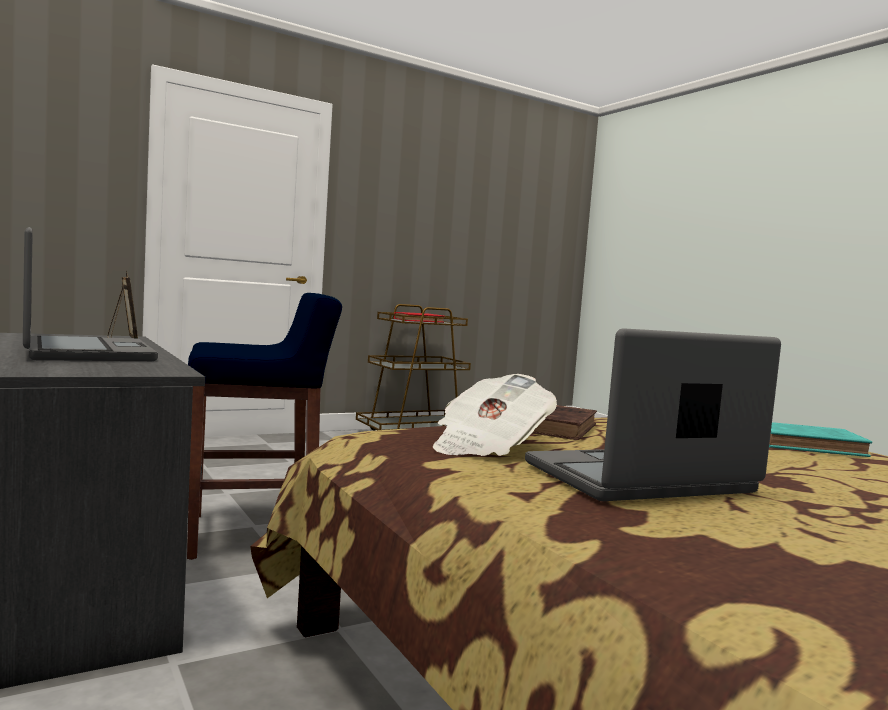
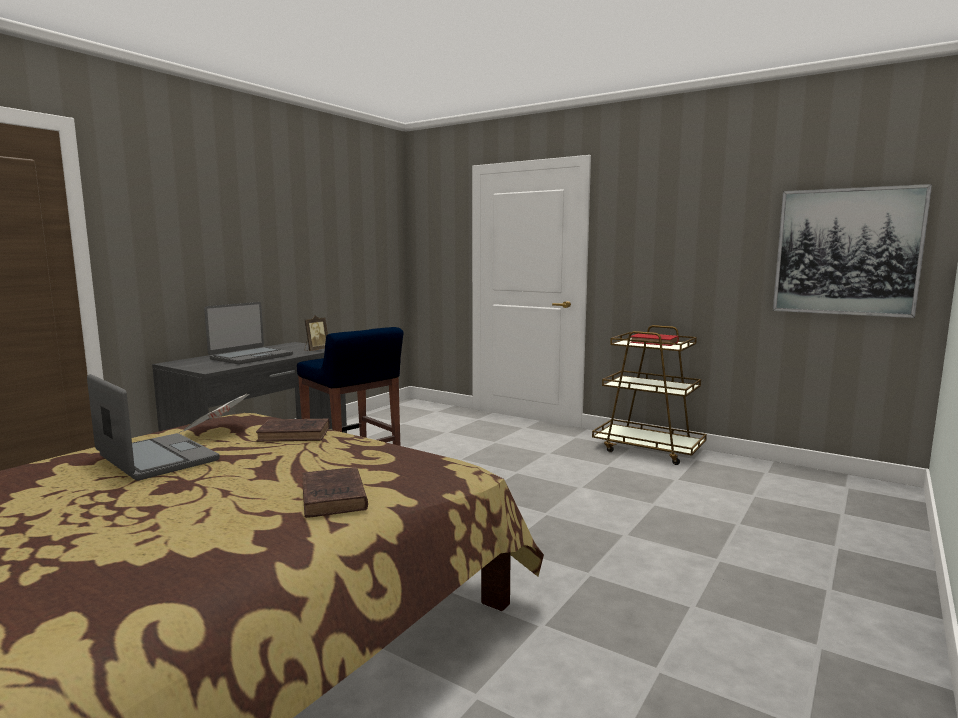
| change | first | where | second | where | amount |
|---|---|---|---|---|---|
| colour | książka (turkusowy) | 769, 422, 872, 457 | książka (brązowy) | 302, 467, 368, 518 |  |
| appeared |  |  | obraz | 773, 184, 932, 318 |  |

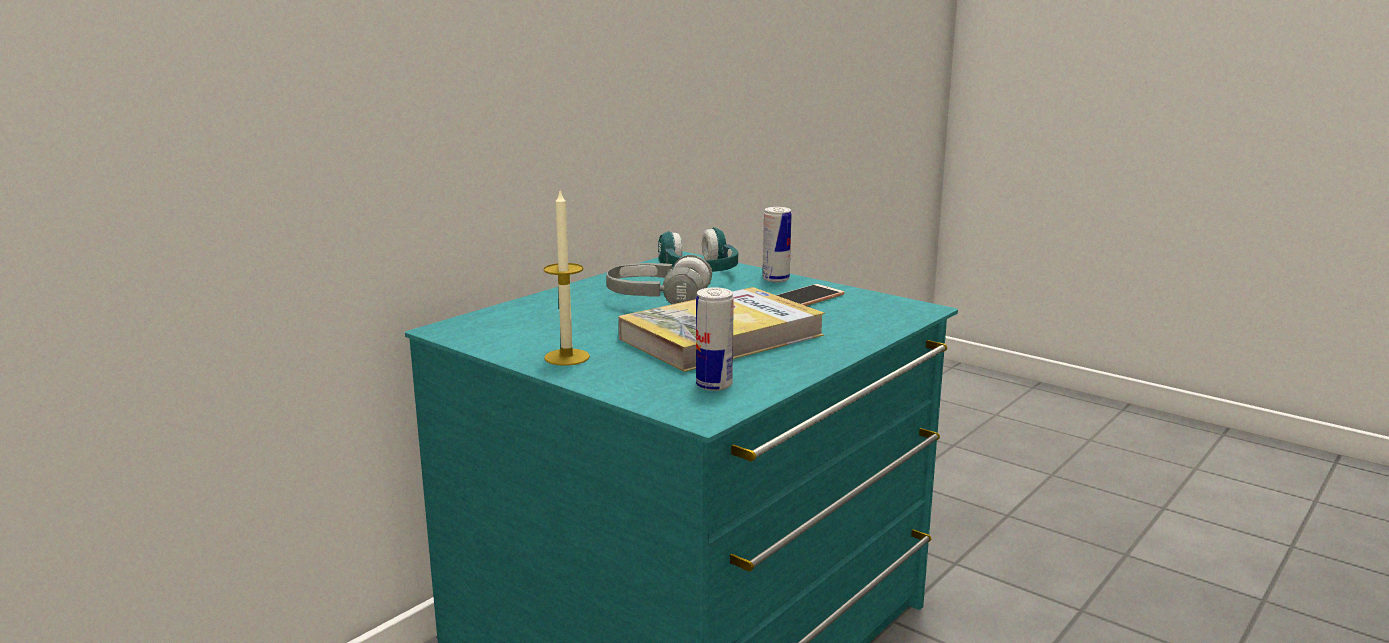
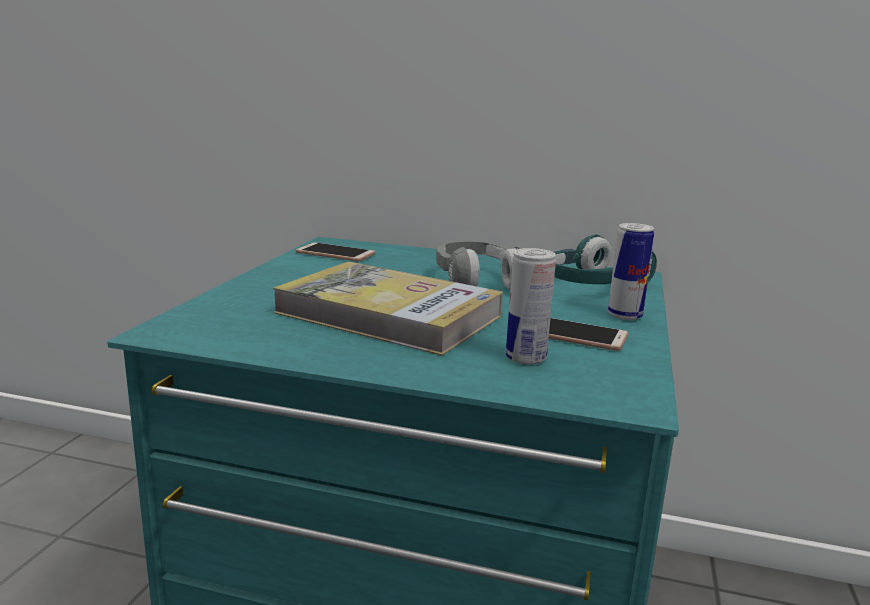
| change | first | where | second | where | amount |
|---|---|---|---|---|---|
| missing | świeca | 543, 189, 590, 366 |  |  |  |
| relocated | puszka | 696, 287, 734, 391 |  | 506, 248, 556, 365 |  |
| appeared |  |  | telefon | 296, 242, 376, 261 |  |

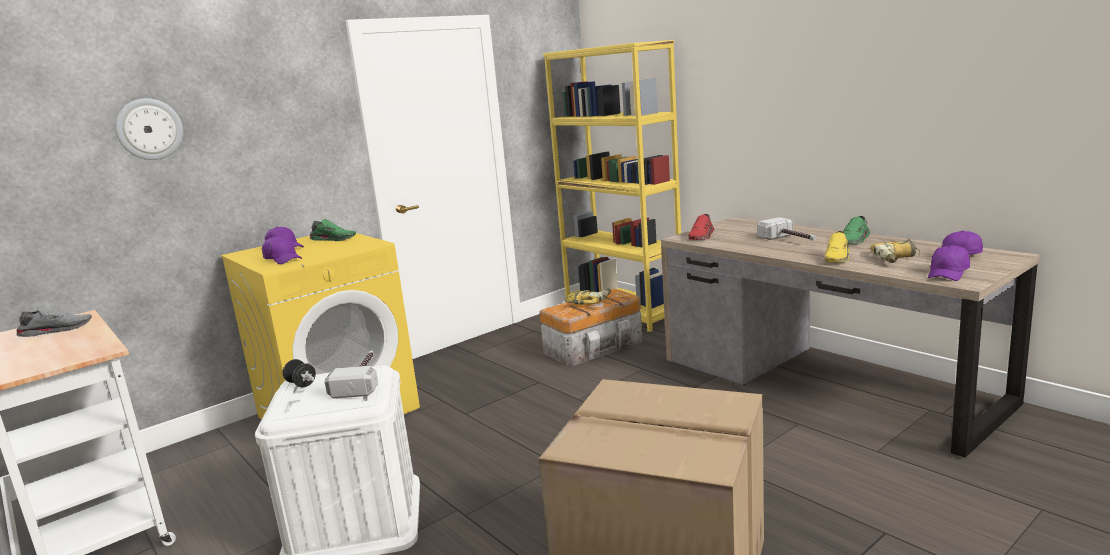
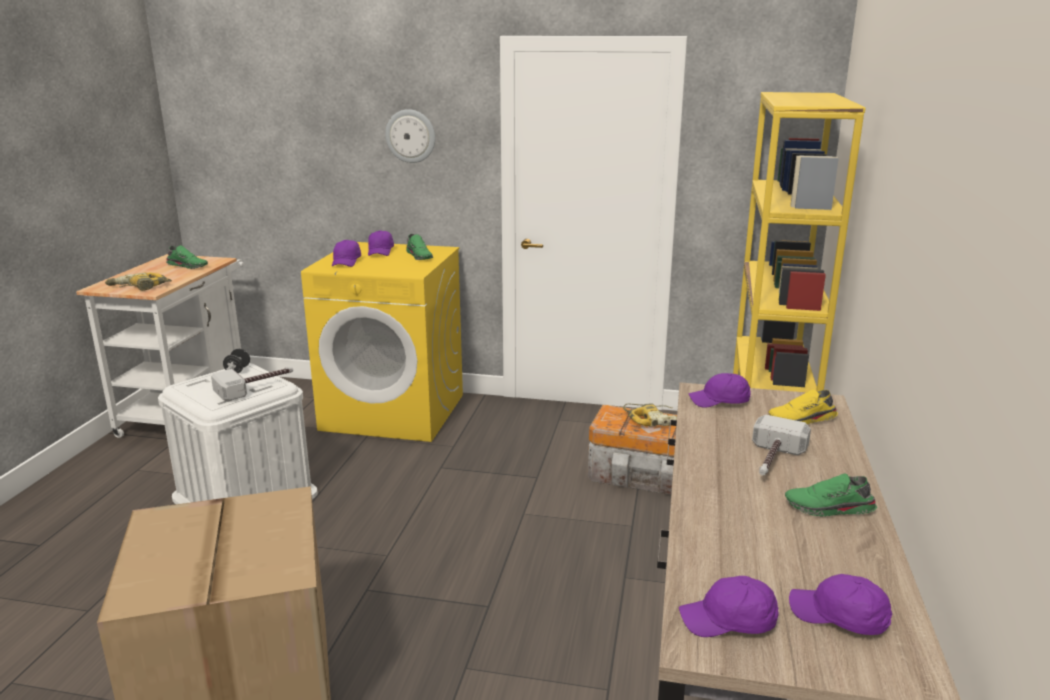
| change | first | where | second | where | amount |
|---|---|---|---|---|---|
| colour | but (szary) | 16, 306, 92, 337 | but (zielony) | 166, 245, 208, 269 |  |
| relocated | zegar ścienny | 115, 98, 183, 160 |  | 385, 109, 435, 163 |  |
| exchanged | but (czerwony) | 688, 214, 714, 240 | czapka z daszkiem (fioletowy) | 689, 373, 751, 408 |  |
| relocated | but (żółty) | 825, 231, 850, 263 |  | 768, 390, 838, 424 |  |
| relocated | wiertarka | 871, 239, 921, 263 |  | 105, 272, 172, 291 |  |

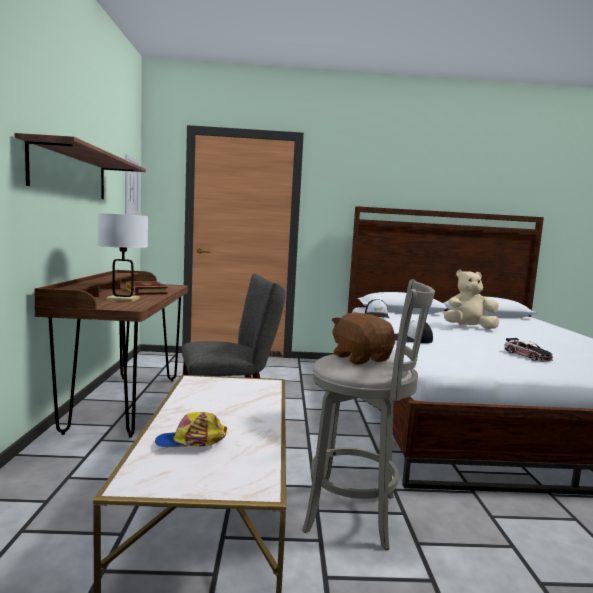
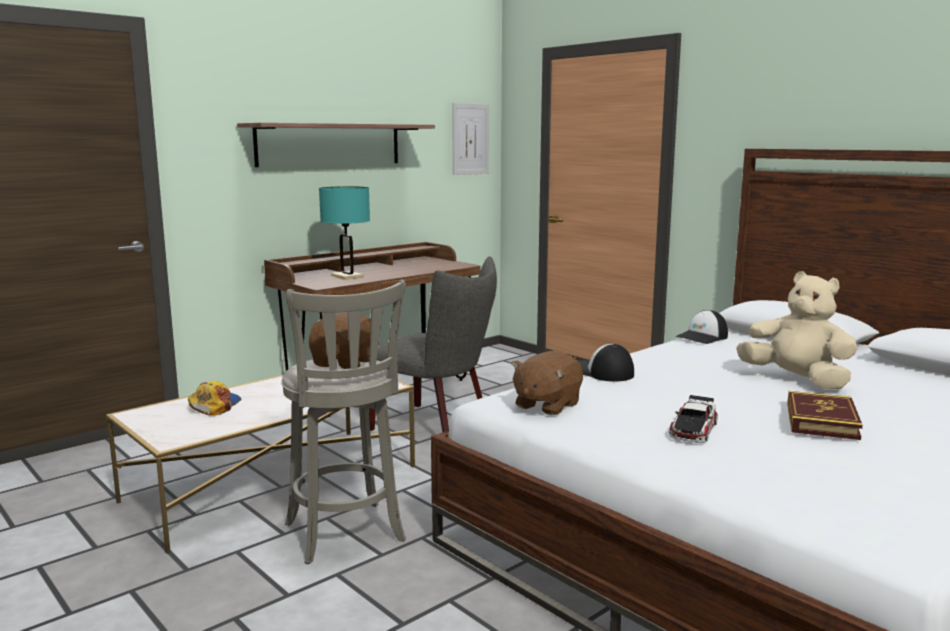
| change | first | where | second | where | amount |
|---|---|---|---|---|---|
| colour | lampa stołowa (biały) | 98, 213, 148, 302 | lampa stołowa (turkusowy) | 319, 186, 370, 280 |  |
| relocated | książka | 126, 281, 168, 295 |  | 787, 391, 863, 440 |  |
| spun | czapka z daszkiem | 155, 412, 227, 447 |  | 188, 381, 241, 416 | 60 degrees clockwise |
| appeared |  |  | pluszak (brązowy) | 511, 351, 583, 415 |  |

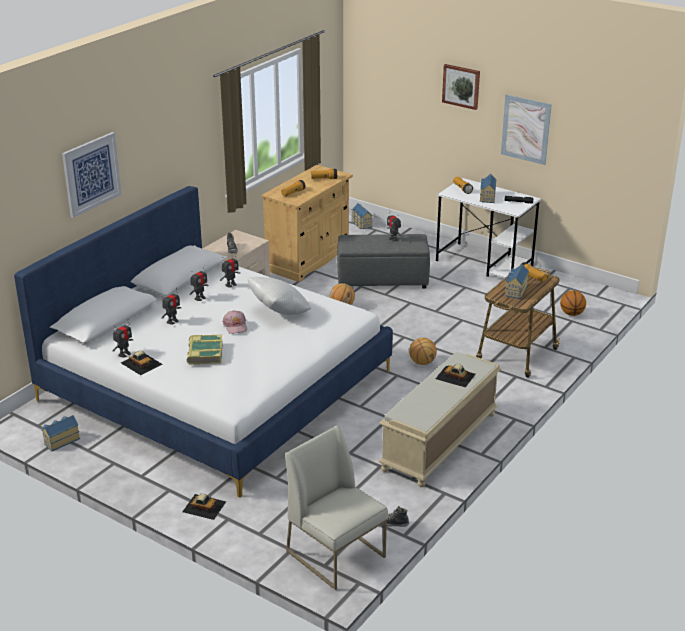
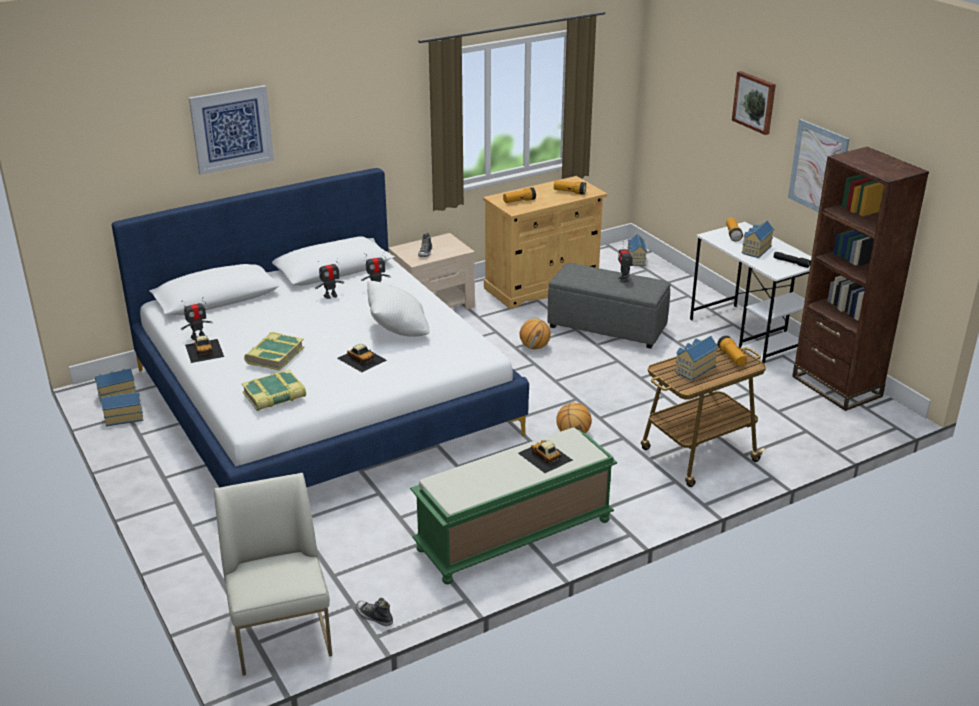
| change | first | where | second | where | amount |
|---|---|---|---|---|---|
| missing | robot zabawkowy | 161, 288, 181, 325 |  |  |  |
| relocated | samochodzik | 182, 494, 226, 520 |  | 337, 344, 387, 372 |  |
| missing | czapka z daszkiem (różowy) | 222, 310, 247, 334 |  |  |  |
| colour | ławka (beżowy) | 378, 352, 501, 487 | ławka (zielony) | 410, 428, 617, 584 |  |
| missing | piłka do koszykówki | 560, 290, 586, 316 |  |  |  |
| appeared |  |  | domek | 95, 368, 136, 404 |  |
| appeared |  |  | książka | 241, 370, 306, 411 |  |
| appeared |  |  | regał (brązowy) | 792, 147, 929, 411 |  |

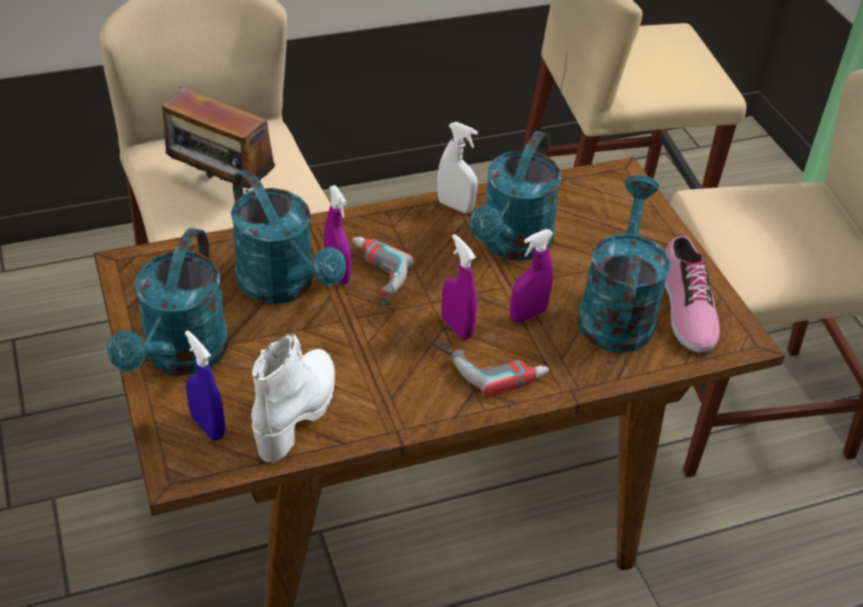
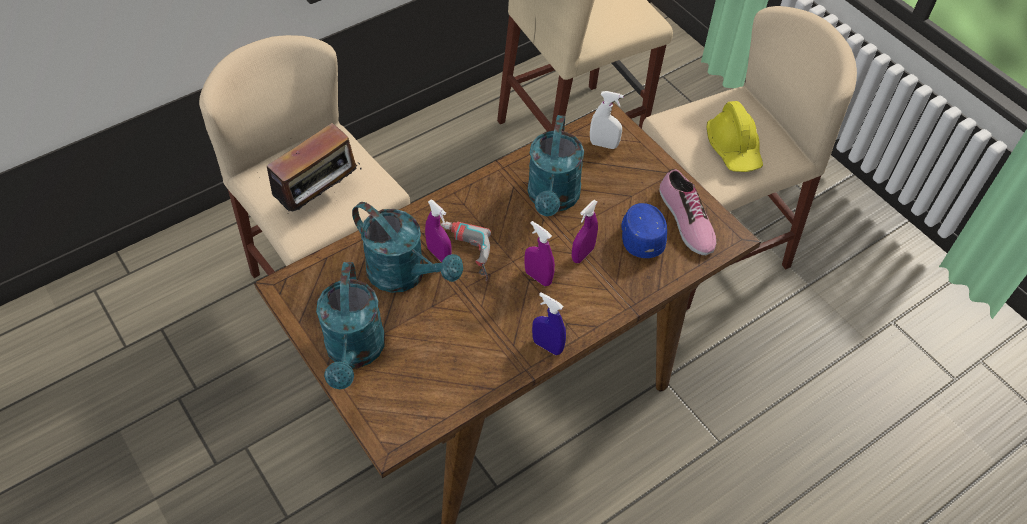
| change | first | where | second | where | amount |
|---|---|---|---|---|---|
| spun | radio | 162, 87, 275, 192 |  | 257, 123, 361, 214 | 60 degrees counterclockwise |
| relocated | spryskiwacz (niebieski) | 185, 330, 225, 441 |  | 532, 292, 566, 355 |  |
| missing | but z cholewką (biały) | 251, 334, 335, 463 |  |  |  |
| missing | wiertarka | 430, 340, 549, 398 |  |  |  |
| relocated | spryskiwacz (biały) | 437, 122, 478, 213 |  | 590, 91, 624, 149 |  |
| exchanged | konewka (turkusowy) | 577, 175, 671, 353 | czapka z daszkiem (niebieski) | 621, 203, 667, 258 |  |
| appeared |  |  | kask (żółty) | 706, 101, 763, 172 |  |

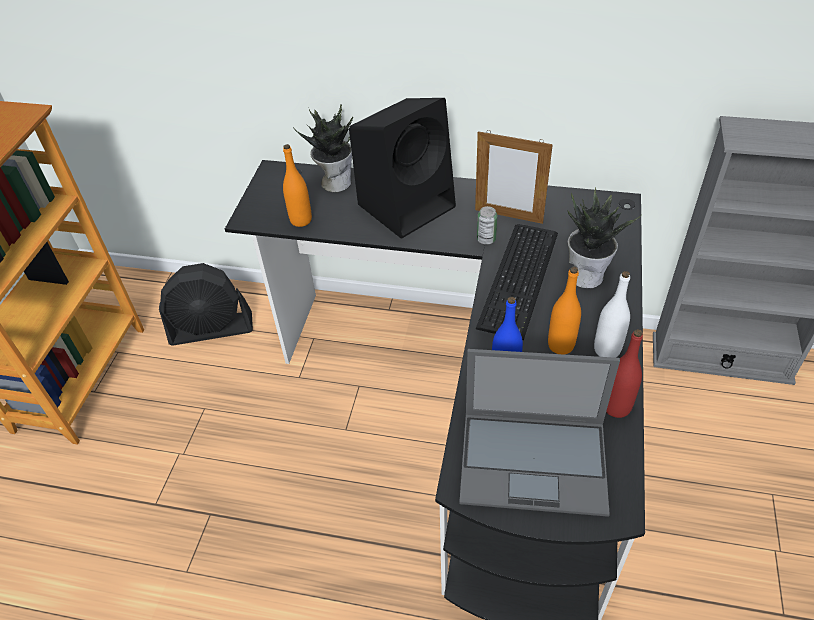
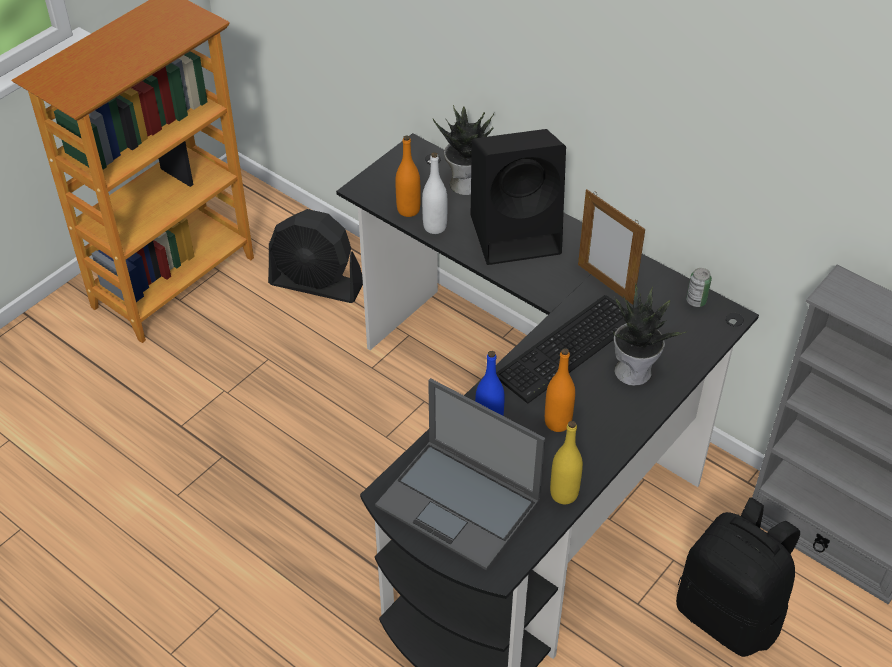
| change | first | where | second | where | amount |
|---|---|---|---|---|---|
| relocated | puszka | 477, 206, 497, 245 |  | 686, 268, 712, 307 |  |
| relocated | butelka (biały) | 594, 271, 630, 358 |  | 422, 152, 447, 234 |  |
| colour | butelka (czerwony) | 606, 329, 643, 418 | butelka (żółty) | 550, 421, 583, 504 |  |
| appeared |  |  | plecak (czarny) | 676, 497, 800, 657 |  |

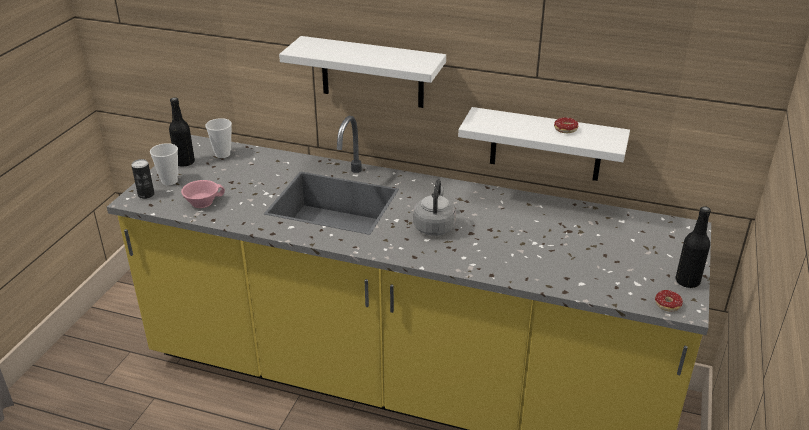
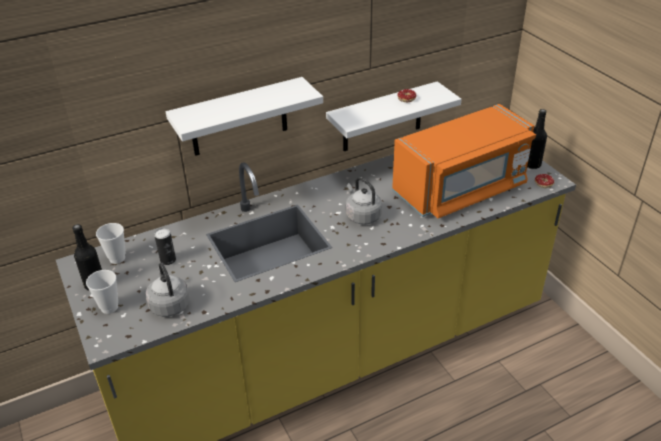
| change | first | where | second | where | amount |
|---|---|---|---|---|---|
| relocated | puszka | 131, 159, 154, 199 |  | 154, 228, 176, 265 |  |
| exchanged | filiżanka (różowy) | 181, 180, 225, 208 | czajnik (szary) | 145, 262, 190, 317 |  |
| appeared |  |  | mikrofalówka (pomarańczowy) | 392, 104, 536, 218 |  |

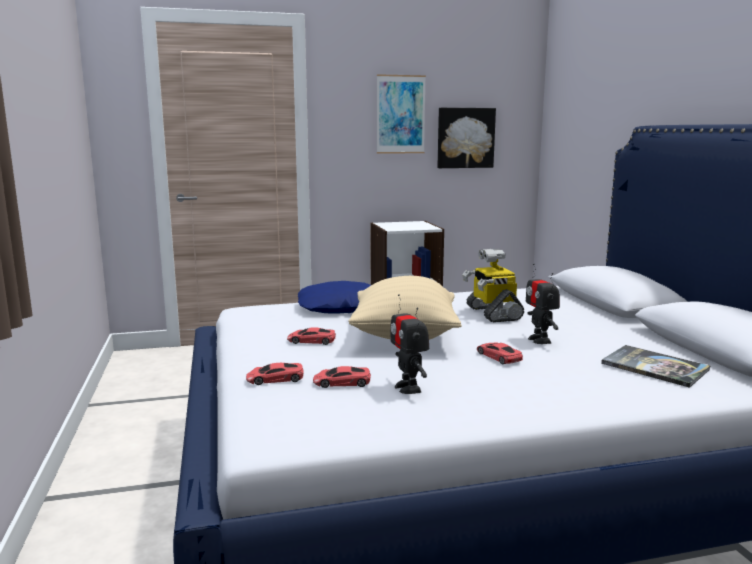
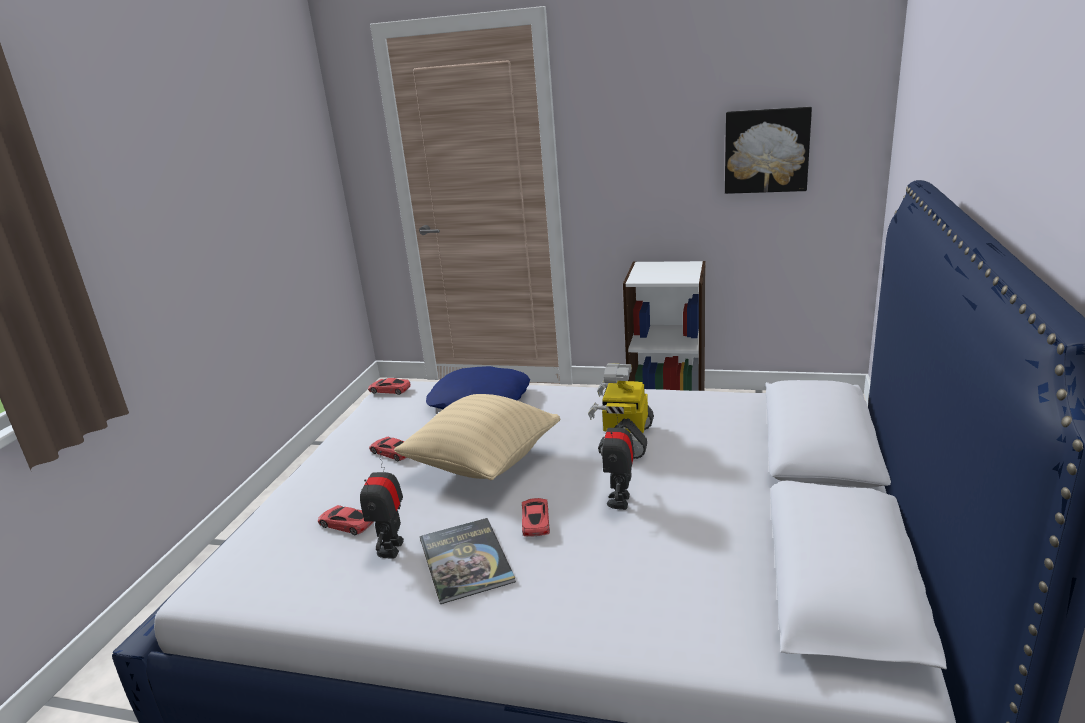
| change | first | where | second | where | amount |
|---|---|---|---|---|---|
| relocated | samochodzik (czerwony) | 246, 363, 304, 385 |  | 368, 378, 411, 395 |  |
| missing | obraz | 377, 74, 426, 154 |  |  |  |
| relocated | książka | 601, 345, 710, 388 |  | 420, 518, 516, 604 |  |

